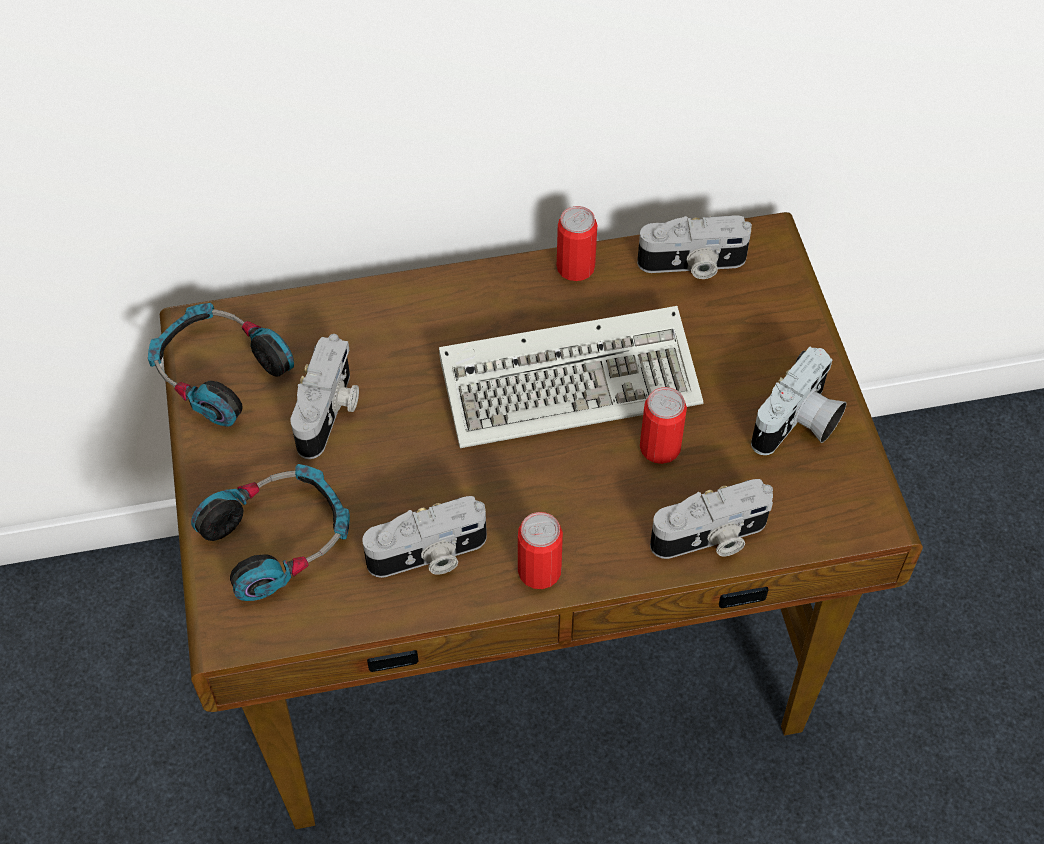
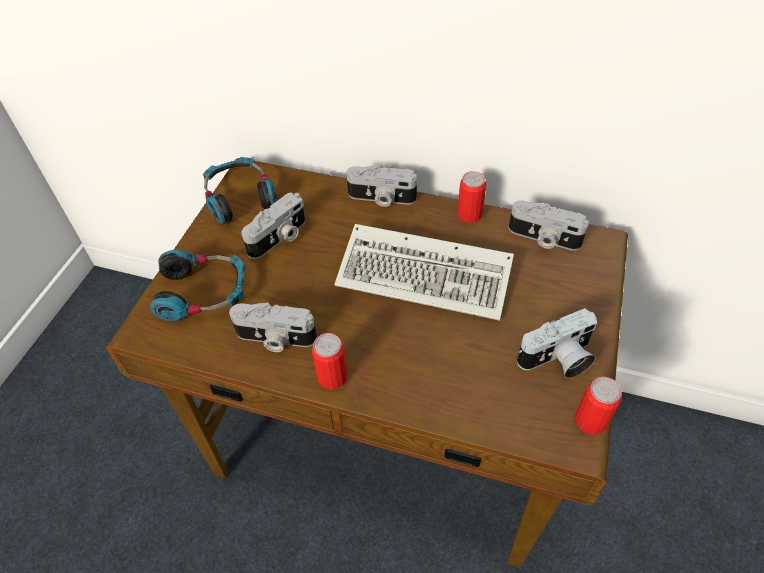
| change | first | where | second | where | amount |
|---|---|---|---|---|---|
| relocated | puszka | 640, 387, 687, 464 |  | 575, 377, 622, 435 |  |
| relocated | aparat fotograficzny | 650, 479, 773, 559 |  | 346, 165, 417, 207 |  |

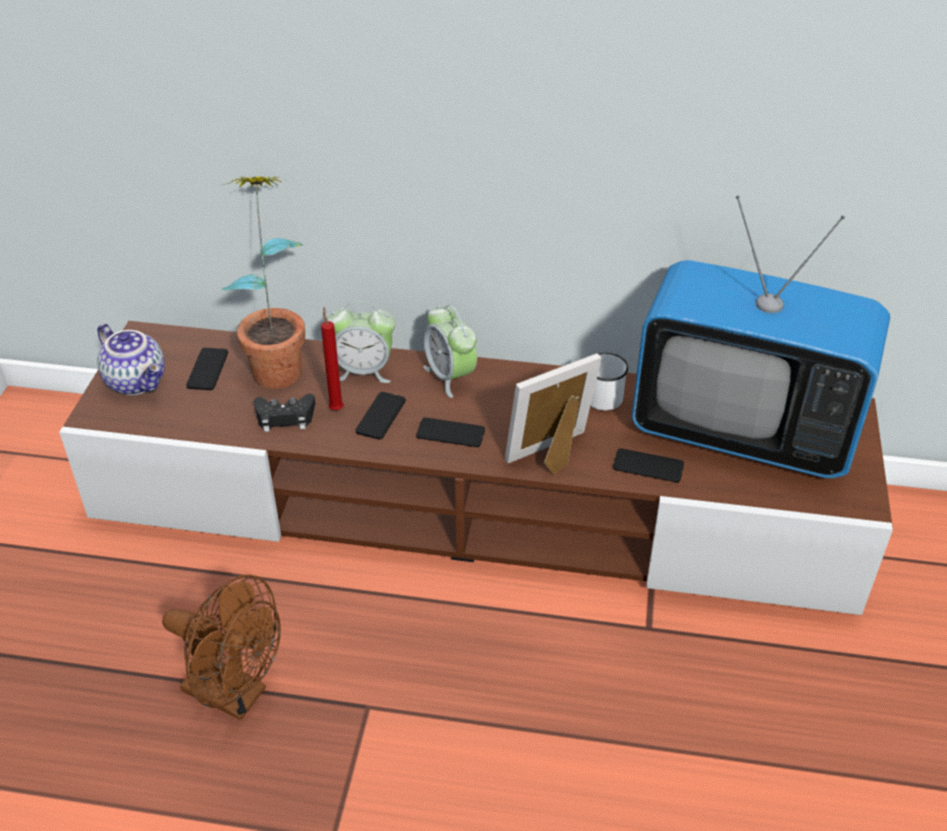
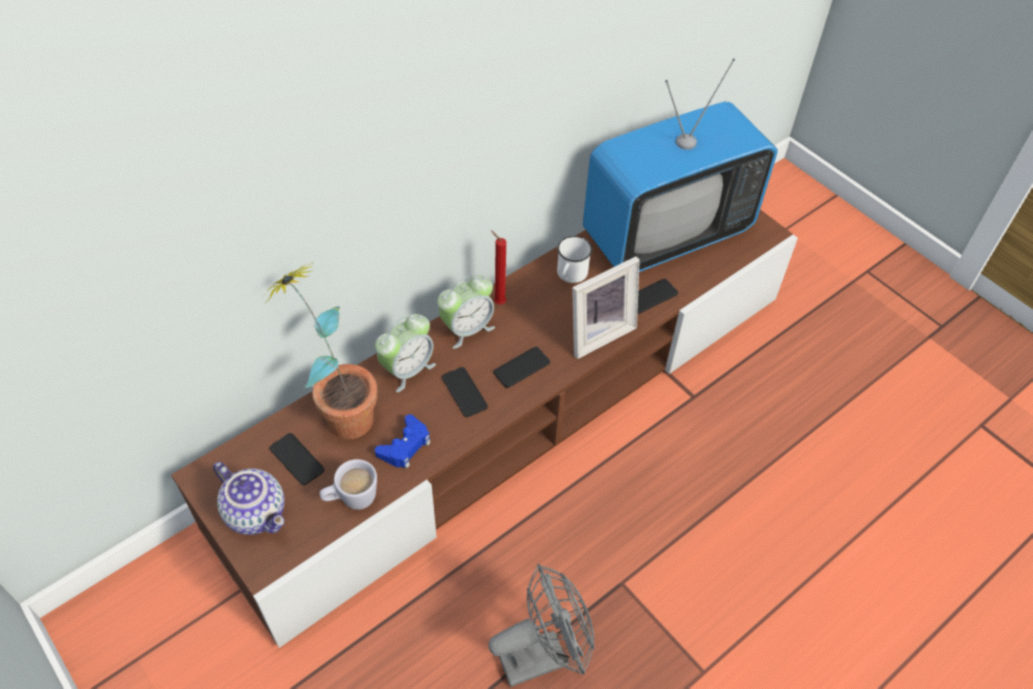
| change | first | where | second | where | amount |
|---|---|---|---|---|---|
| spun | imbryk | 97, 324, 165, 395 |  | 213, 462, 285, 535 | 45 degrees clockwise |
| colour | wentylator (brązowy) | 162, 574, 281, 720 | wentylator (szary) | 488, 563, 595, 687 |  |
| colour | pad do gier (czarny) | 254, 394, 315, 432 | pad do gier (niebieski) | 375, 414, 431, 469 |  |
| relocated | świeca (czerwony) | 321, 307, 344, 410 |  | 491, 230, 506, 304 |  |
| spun | budzik | 423, 305, 477, 398 |  | 437, 275, 495, 349 | 45 degrees counterclockwise |
| spun | ramka na zdjęcie | 505, 353, 601, 474 |  | 572, 256, 640, 359 | 135 degrees counterclockwise |
| appeared |  |  | kubek (biały) | 320, 459, 377, 510 |  |

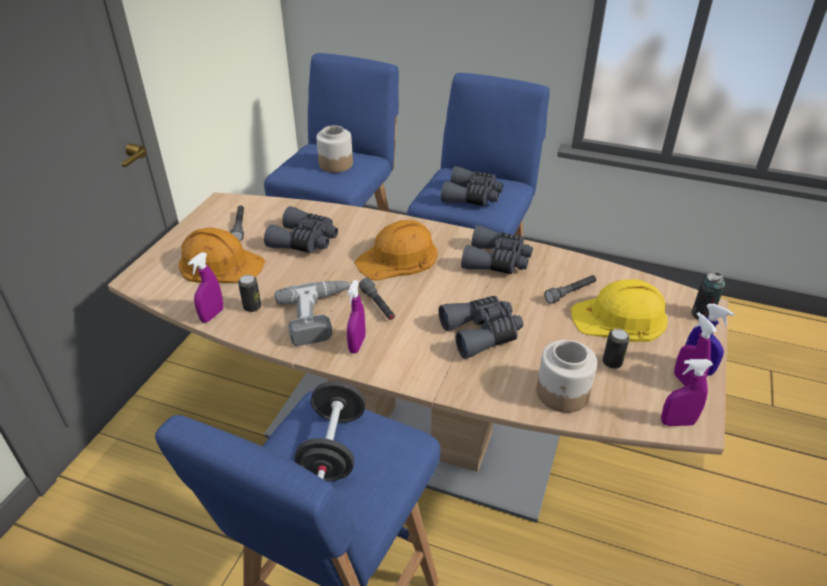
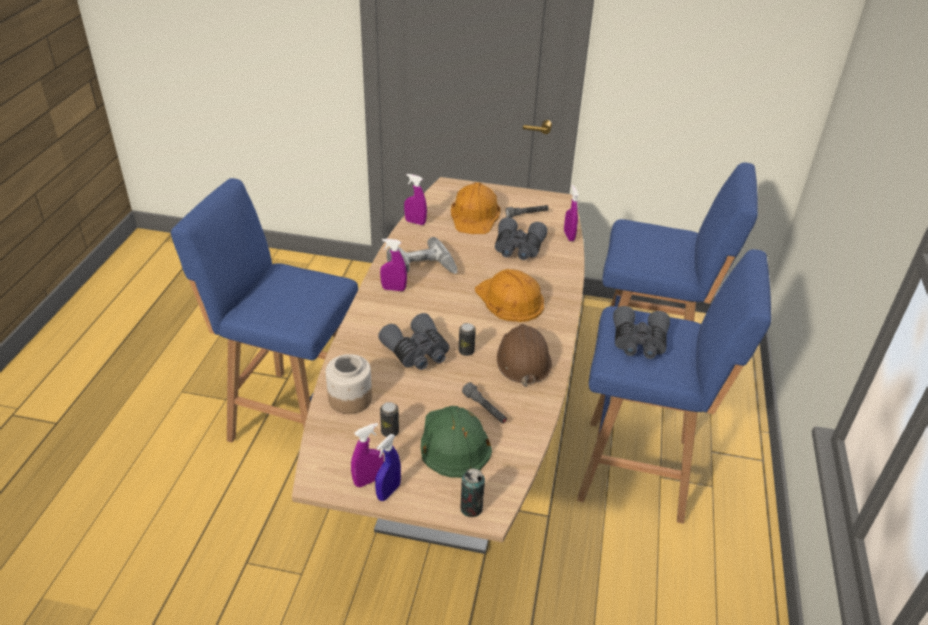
| change | first | where | second | where | amount |
|---|---|---|---|---|---|
| relocated | puszka | 238, 275, 261, 312 |  | 459, 323, 476, 356 |  |
| missing | hantel (czarny) | 295, 381, 366, 481 |  |  |  |
| missing | słoik | 316, 125, 353, 173 |  |  |  |
| missing | latarka (szary) | 359, 278, 395, 320 |  |  |  |
| exchanged | lornetka (szary) | 461, 225, 533, 274 | kask (brązowy) | 497, 324, 552, 387 |  |
| colour | kask (żółty) | 571, 279, 668, 342 | kask (zielony) | 421, 406, 492, 478 |  |
| relocated | spryskiwacz (fioletowy) | 661, 359, 713, 426 |  | 564, 185, 579, 241 |  |

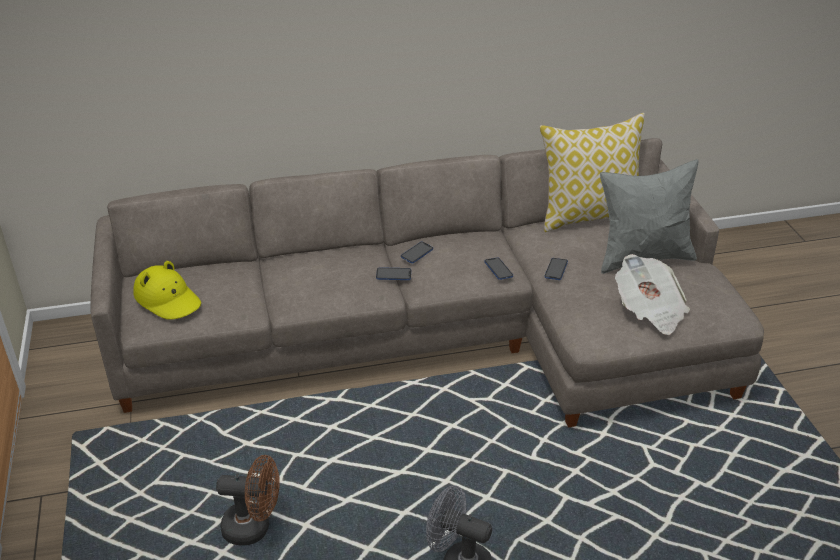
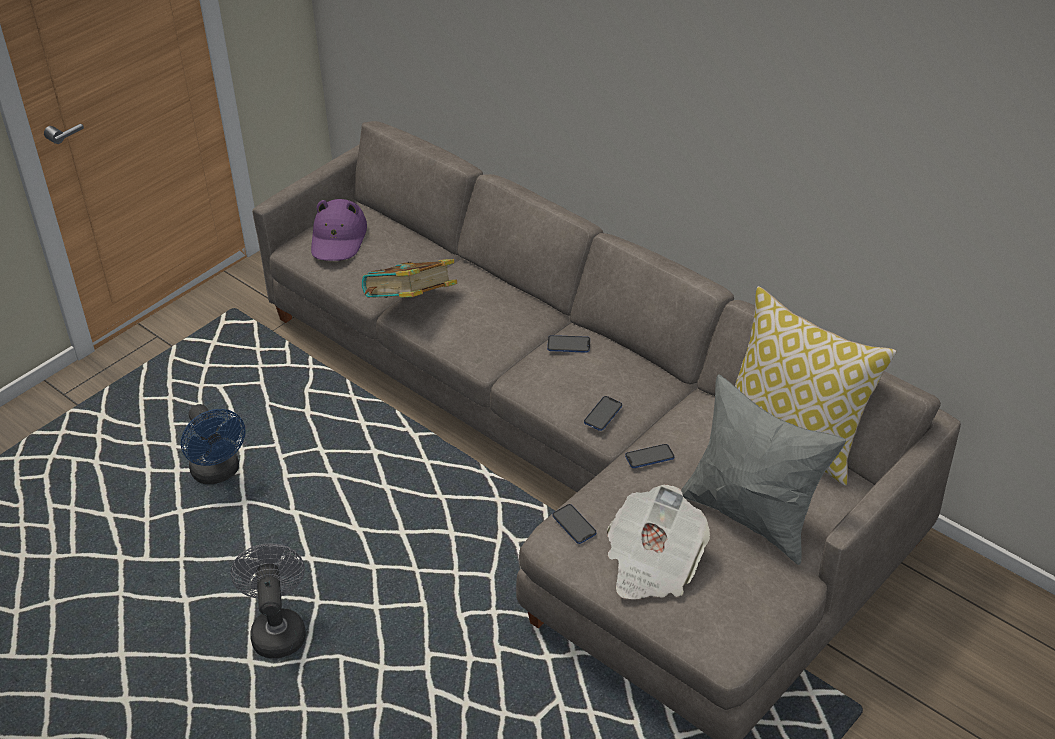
| change | first | where | second | where | amount |
|---|---|---|---|---|---|
| colour | kapelusz (żółty) | 134, 261, 201, 320 | kapelusz (fioletowy) | 311, 199, 367, 261 |  |
| colour | wentylator (brązowy) | 216, 455, 280, 546 | wentylator (niebieski) | 181, 404, 246, 484 |  |
| relocated | telefon | 376, 267, 411, 280 |  | 552, 504, 596, 544 |  |
| appeared |  |  | książka | 362, 259, 457, 298 |  |

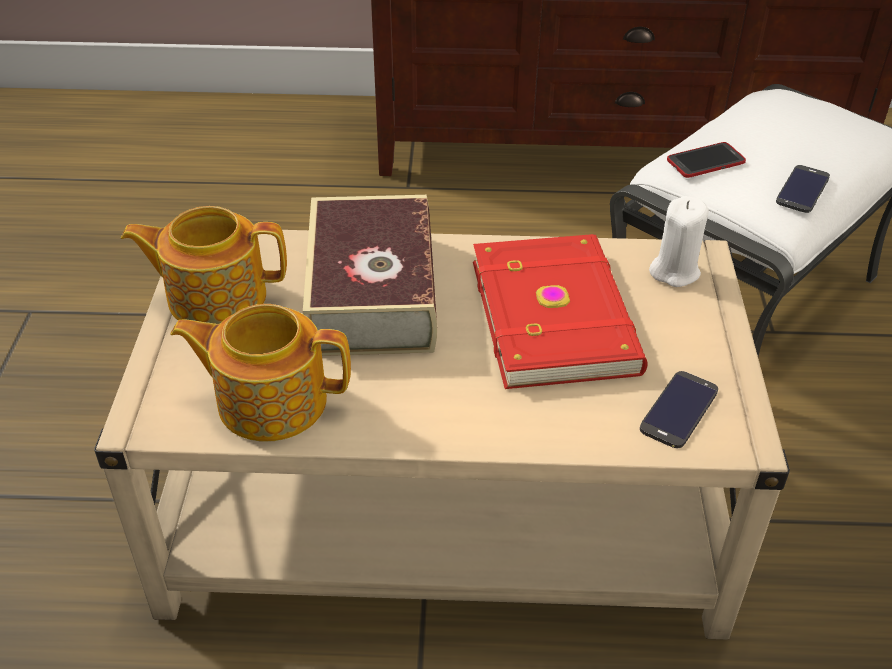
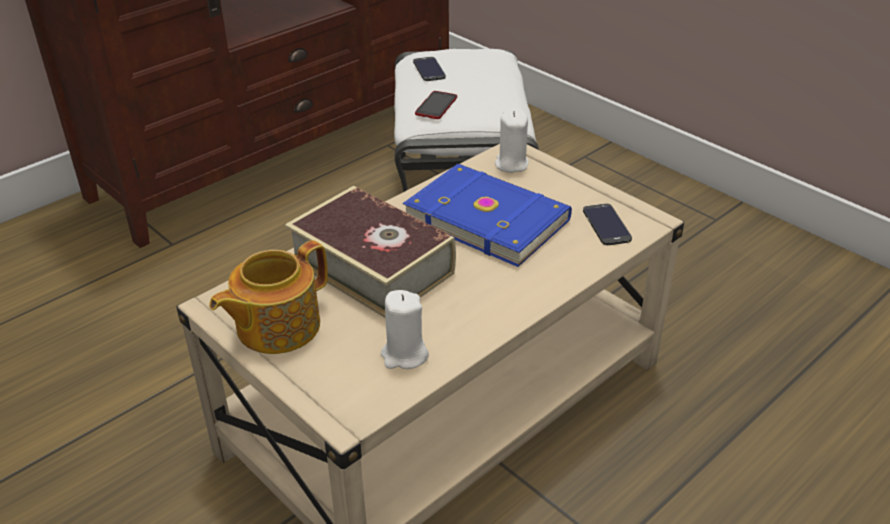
| change | first | where | second | where | amount |
|---|---|---|---|---|---|
| exchanged | imbryk | 170, 304, 351, 442 | świeca (biały) | 381, 290, 429, 369 |  |
| colour | książka (czerwony) | 473, 234, 648, 389 | książka (niebieski) | 403, 164, 572, 267 |  |
| relocated | telefon | 776, 165, 830, 213 |  | 413, 57, 446, 81 |  |

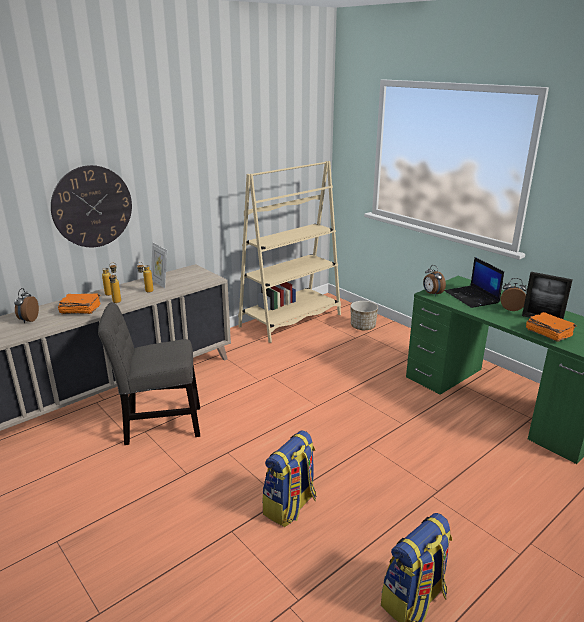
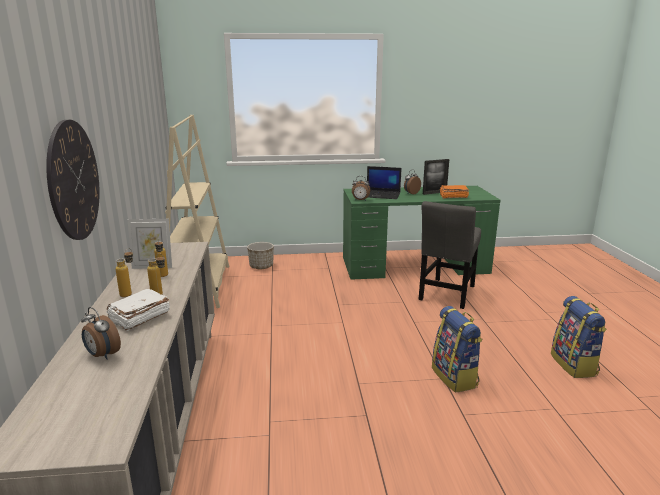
| change | first | where | second | where | amount |
|---|---|---|---|---|---|
| colour | książka (pomarańczowy) | 58, 294, 100, 314 | książka (biały) | 107, 289, 170, 331 |  |
| relocated | krzesło (szary) | 98, 302, 200, 445 |  | 418, 201, 481, 309 |  |

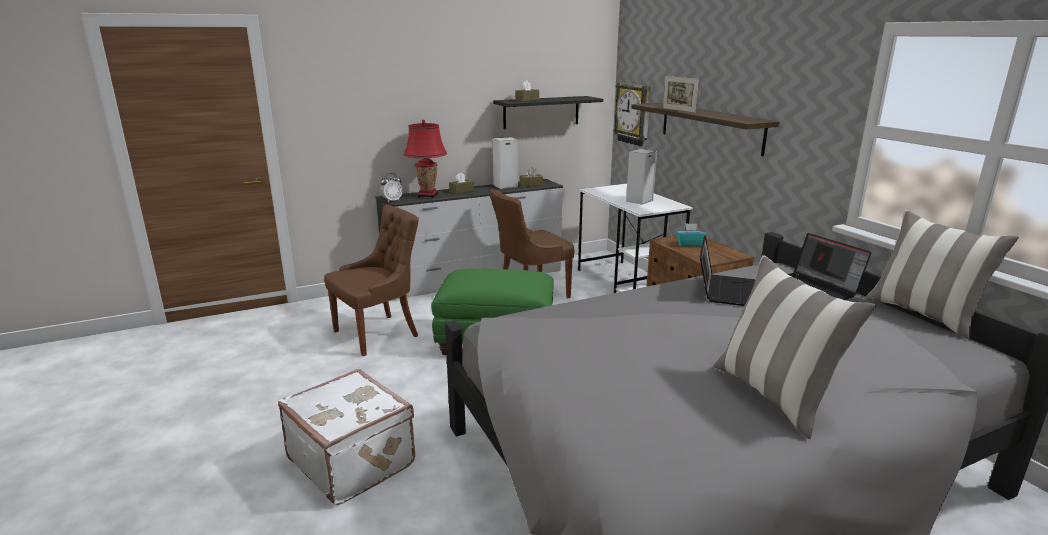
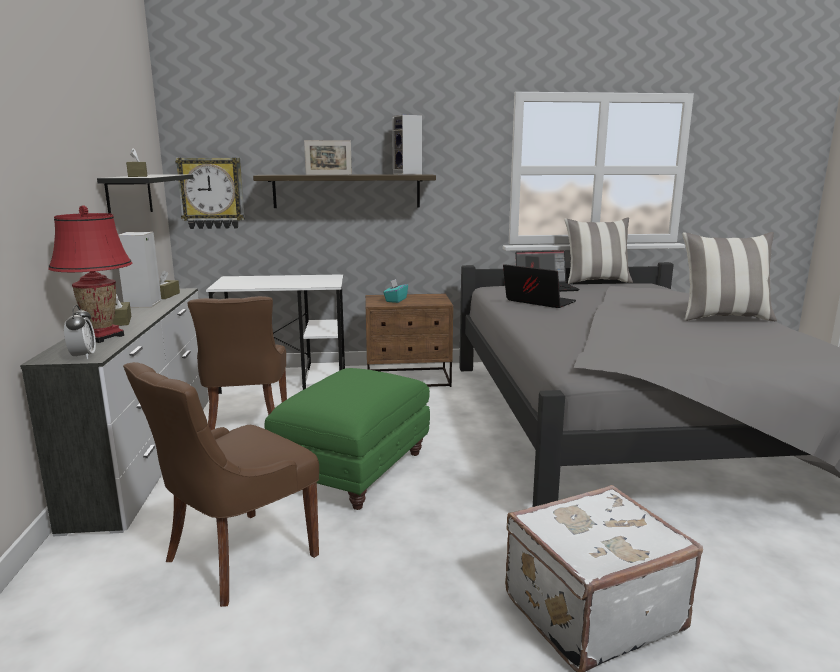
| change | first | where | second | where | amount |
|---|---|---|---|---|---|
| spun | krzesło (brązowy) | 324, 205, 419, 356 |  | 123, 362, 319, 607 | 120 degrees counterclockwise |
| relocated | głośnik | 626, 149, 657, 205 |  | 392, 115, 422, 175 |  |

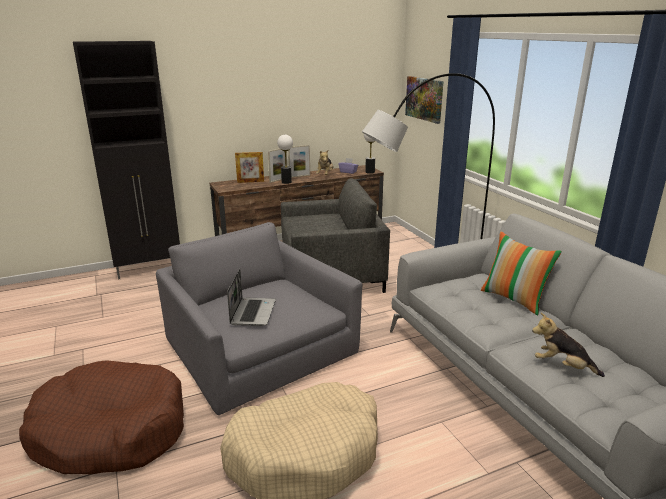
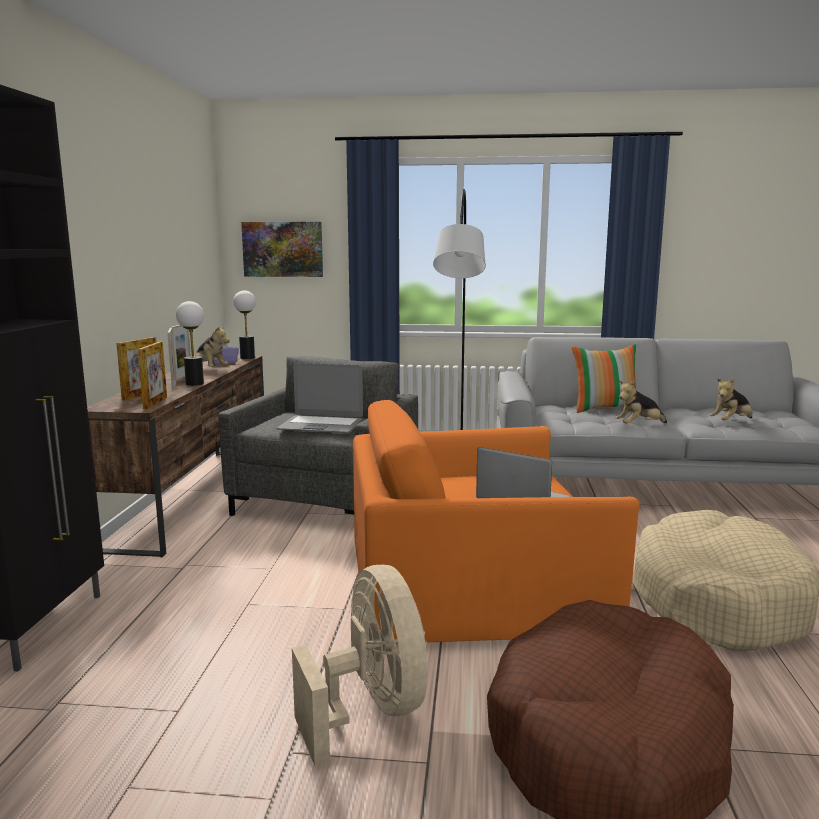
| change | first | where | second | where | amount |
|---|---|---|---|---|---|
| colour | fotel (szary) | 156, 222, 362, 415 | fotel (pomarańczowy) | 353, 400, 640, 644 |  |
| appeared |  |  | ramka na zdjęcie | 138, 342, 167, 409 |  |
| appeared |  |  | laptop | 277, 363, 363, 433 |  |
| appeared |  |  | wentylator (beżowy) | 292, 565, 428, 766 |  |
| appeared |  |  | pluszak | 615, 380, 667, 423 |  |

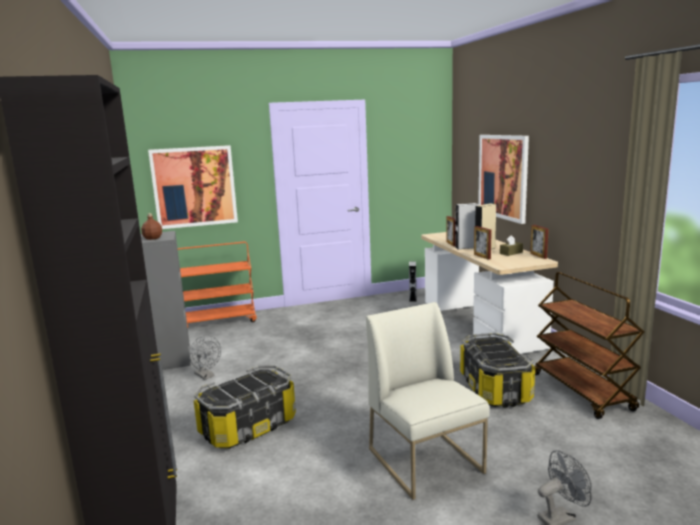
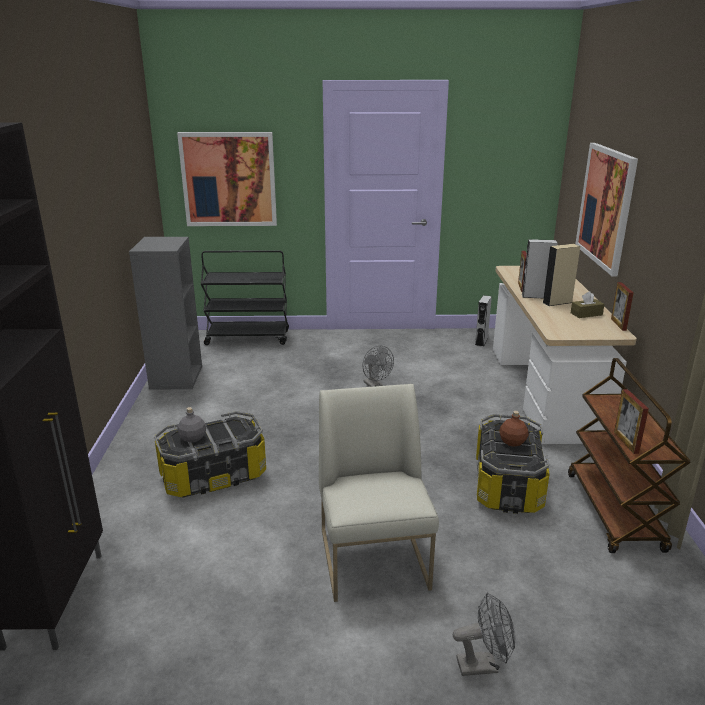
| change | first | where | second | where | amount |
|---|---|---|---|---|---|
| relocated | butelka (brązowy) | 141, 213, 162, 240 |  | 499, 411, 528, 447 |  |
| colour | wózek (pomarańczowy) | 178, 242, 256, 327 | wózek (czarny) | 201, 250, 289, 345 |  |
| relocated | wentylator (szary) | 189, 335, 221, 380 |  | 362, 346, 394, 387 |  |
| relocated | ramka na zdjęcie | 474, 226, 492, 259 |  | 614, 389, 649, 454 |  |
| appeared |  |  | butelka (szary) | 177, 407, 206, 443 |  |

